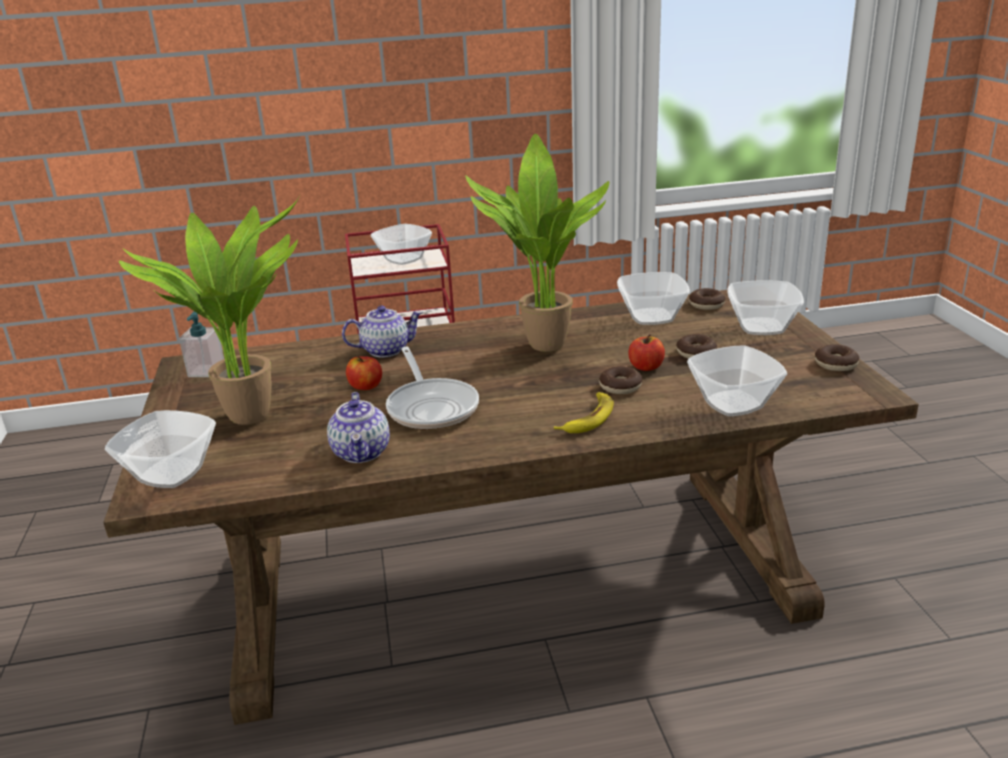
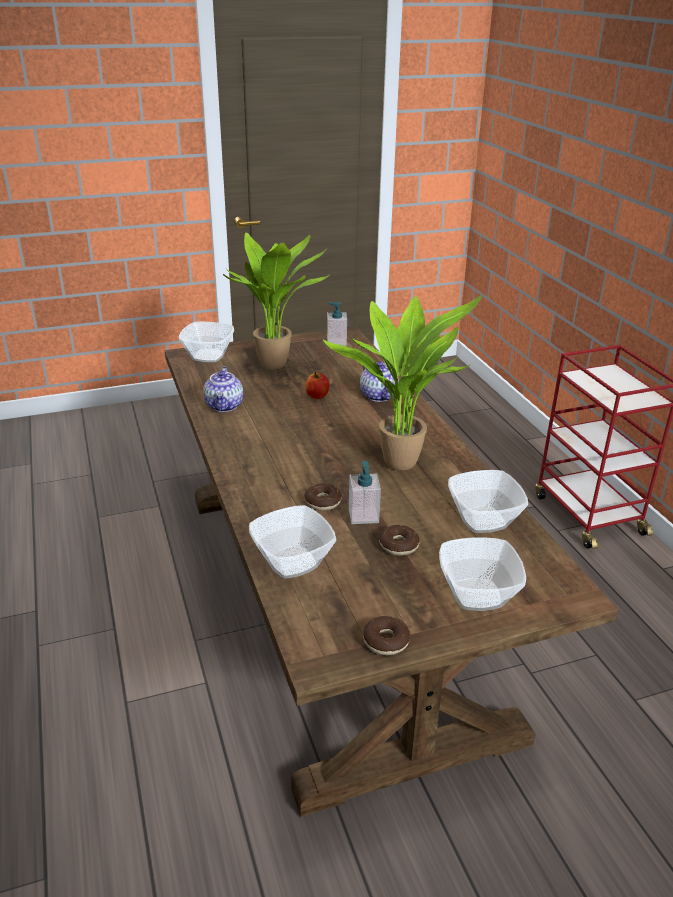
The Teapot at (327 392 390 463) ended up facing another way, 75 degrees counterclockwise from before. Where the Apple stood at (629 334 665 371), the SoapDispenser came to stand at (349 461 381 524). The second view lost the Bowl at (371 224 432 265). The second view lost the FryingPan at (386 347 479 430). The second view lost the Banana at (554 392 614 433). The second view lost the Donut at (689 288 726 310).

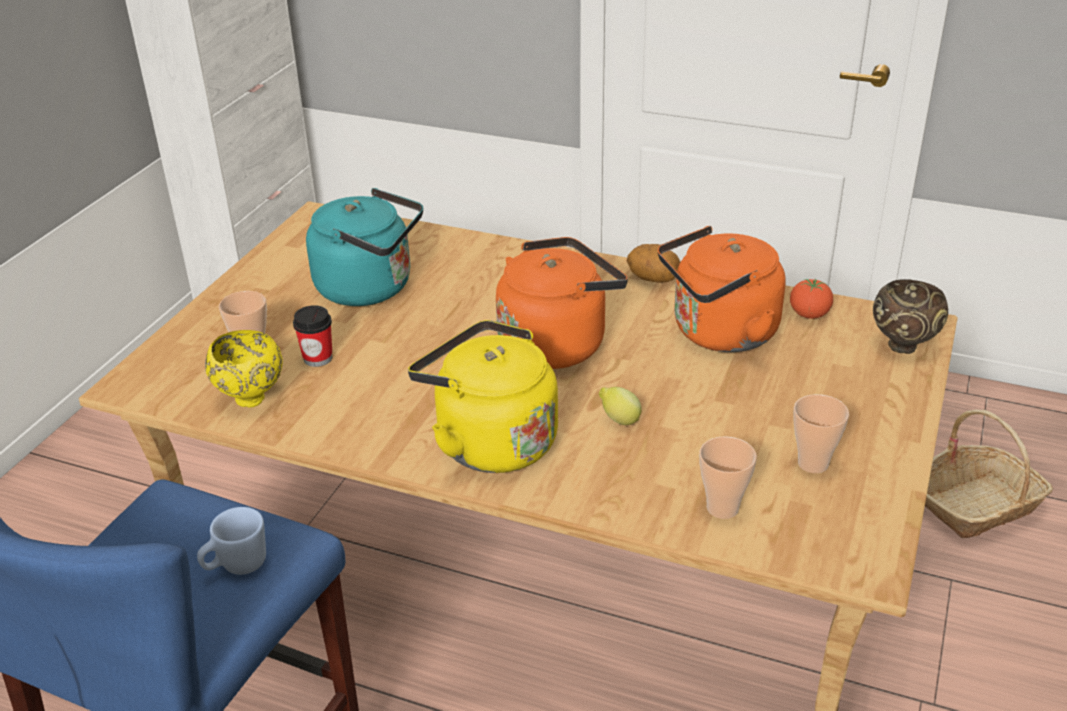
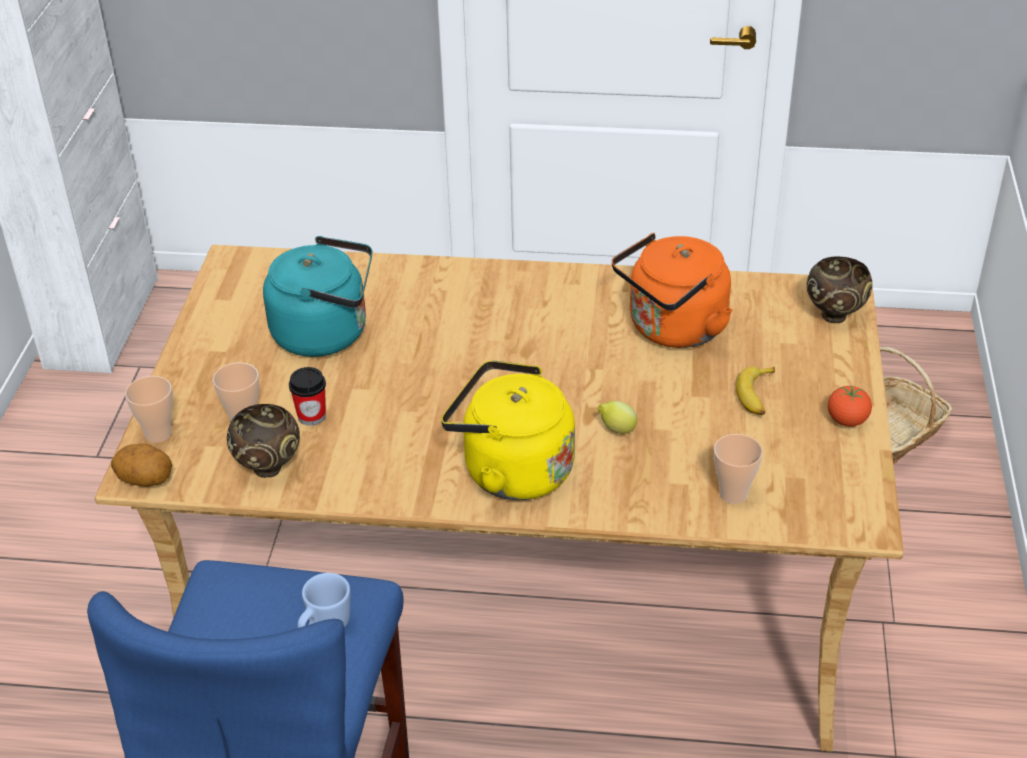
The Potato ended up elsewhere, having gone from (627 244 680 283) to (111 443 172 486). The Cup ended up elsewhere, having gone from (793 394 849 473) to (125 376 173 443). What was the YellowBowl at (205 330 283 407) turned into the BrownBowl at (227 404 300 478). The second view gained the Banana at (736 366 775 415). The Tomato ended up elsewhere, having gone from (790 279 833 319) to (828 386 872 427). The second view lost the OrangeKettle at (496 237 628 369).

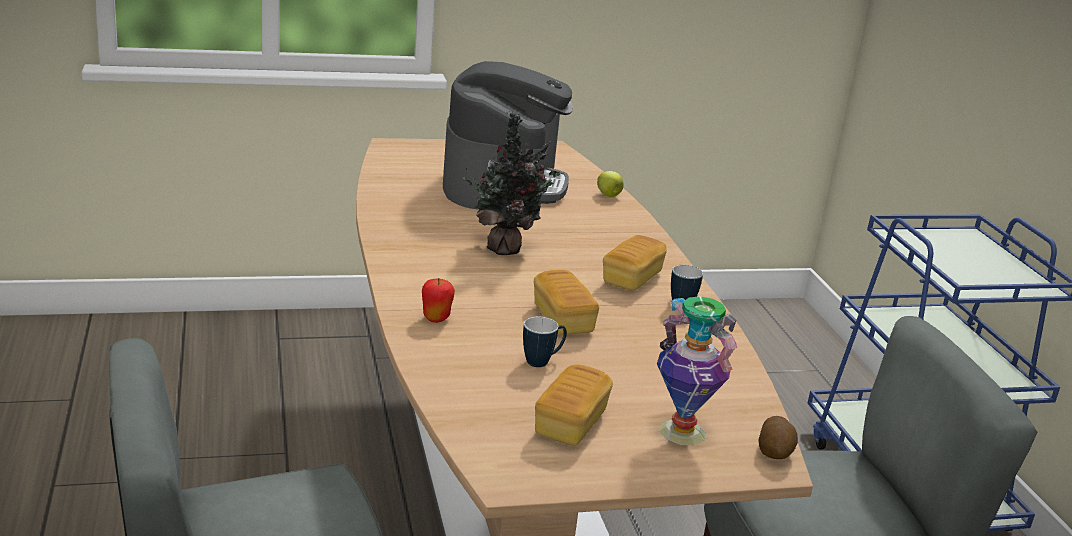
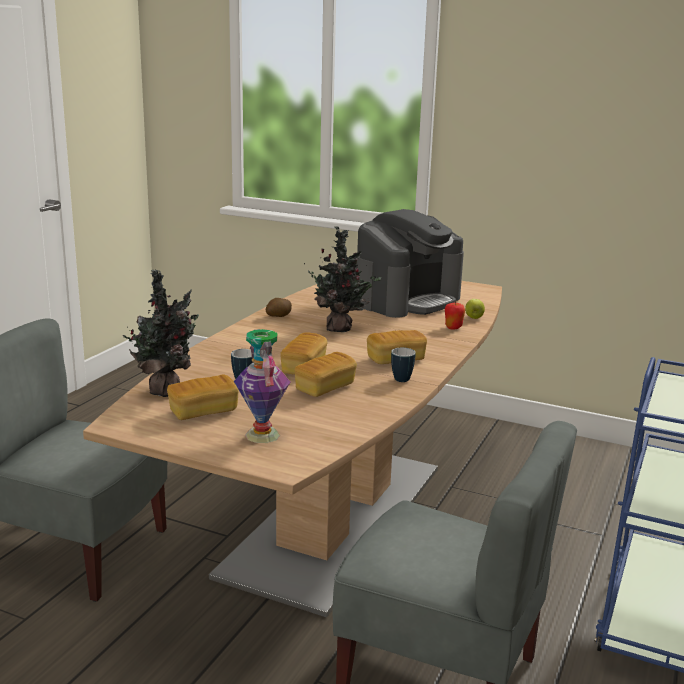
The second view gained the PottedPlant at (123 269 199 397). The Potato ended up elsewhere, having gone from (759 416 798 459) to (266 298 292 317). The second view gained the Bread at (295 352 357 397). The Apple ended up elsewhere, having gone from (422 278 455 323) to (445 301 465 330).

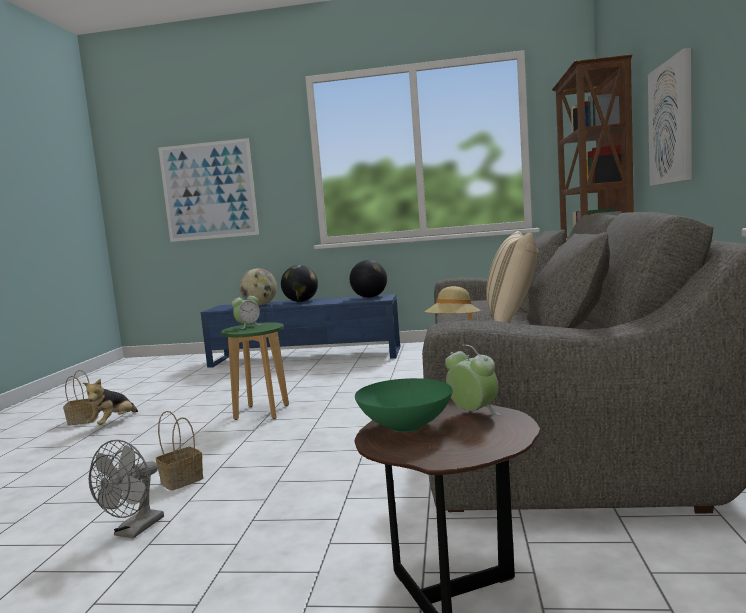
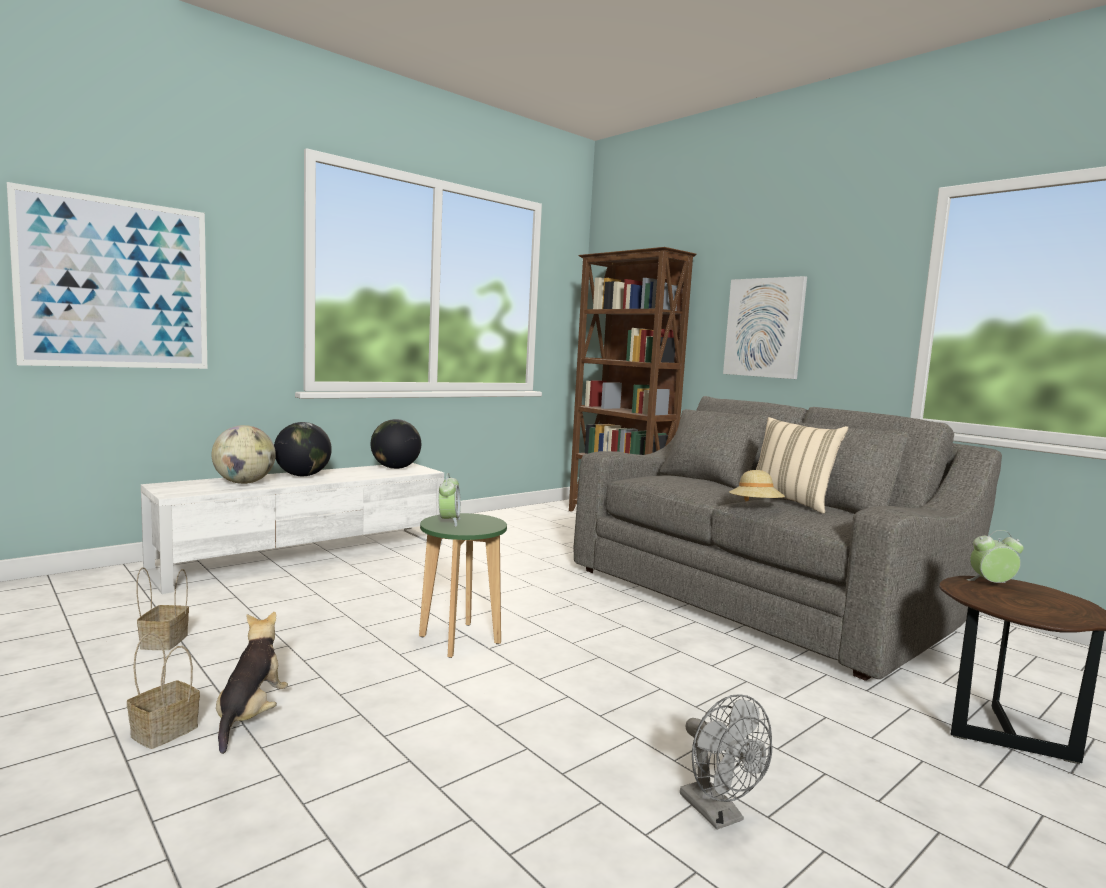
The Basket ended up elsewhere, having gone from (156 411 203 491) to (137 567 189 650). What was the BlueTvStand at (201 294 400 368) turned into the WhiteTvStand at (141 463 444 594). The PlushToy at (83 379 138 425) ended up facing another way, 150 degrees counterclockwise from before. The second view lost the GreenBowl at (355 378 453 432).

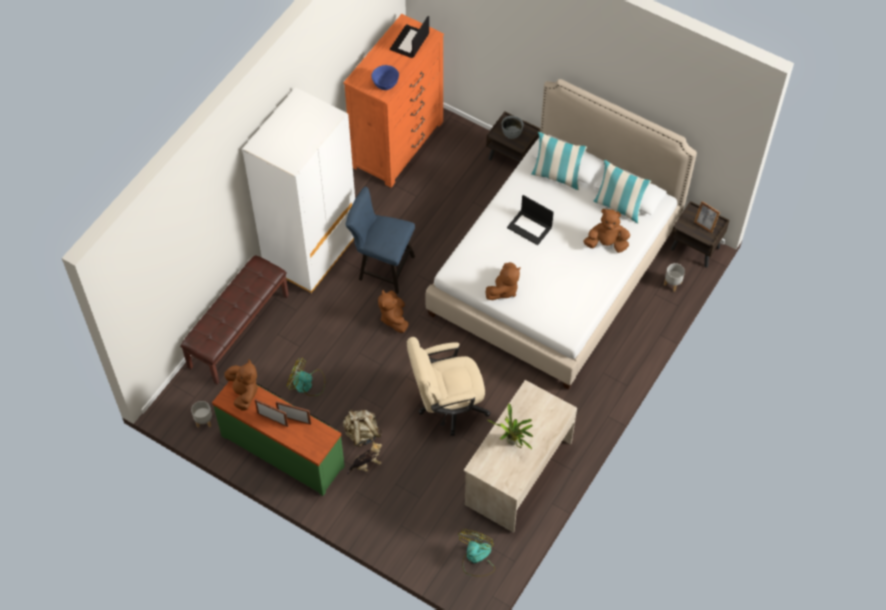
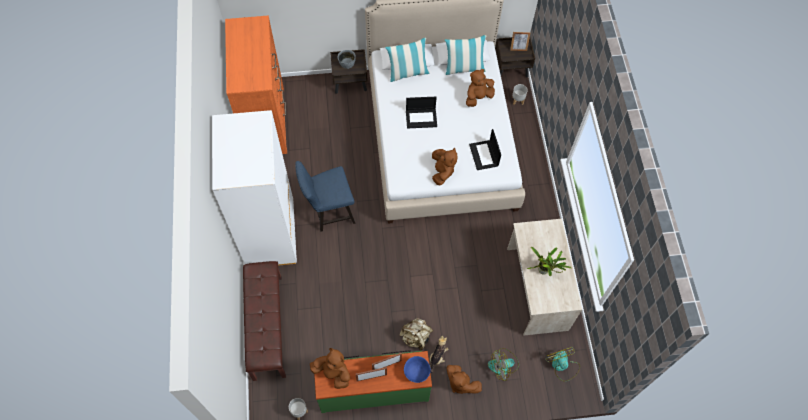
The BlueBowl ended up elsewhere, having gone from (372 65 399 90) to (404 356 431 383). The BrownPlushToy ended up elsewhere, having gone from (378 290 409 333) to (446 365 482 394). The Laptop ended up elsewhere, having gone from (390 16 429 58) to (469 129 501 170). The Fan ended up elsewhere, having gone from (287 358 325 396) to (488 348 519 381). The second view lost the BeigeOfficeChair at (407 337 491 436).

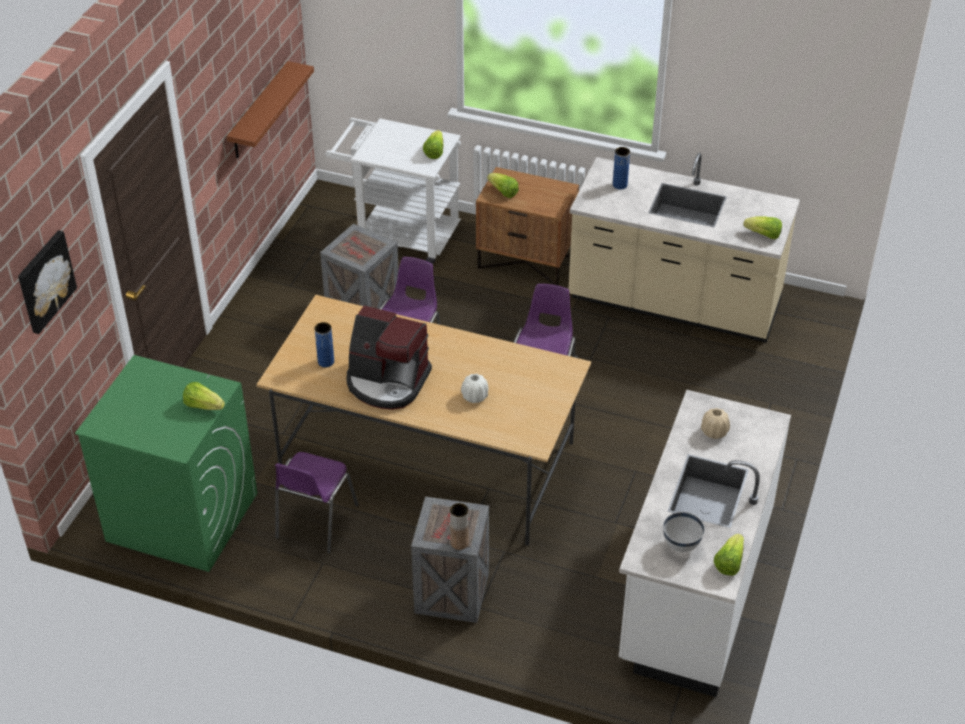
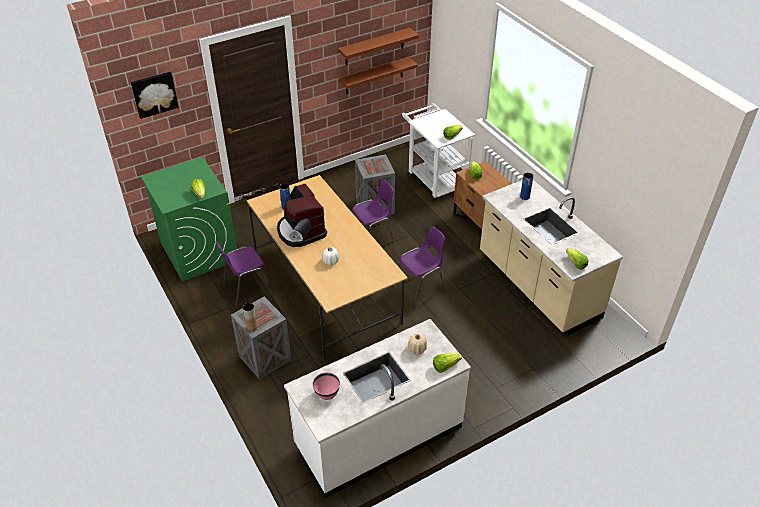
What was the WhiteBowl at (663 512 705 552) turned into the PinkBowl at (313 372 340 400). The second view gained the BrownShelf at (338 28 419 65). The Lettuce ended up elsewhere, having gone from (714 534 744 576) to (433 353 462 373).

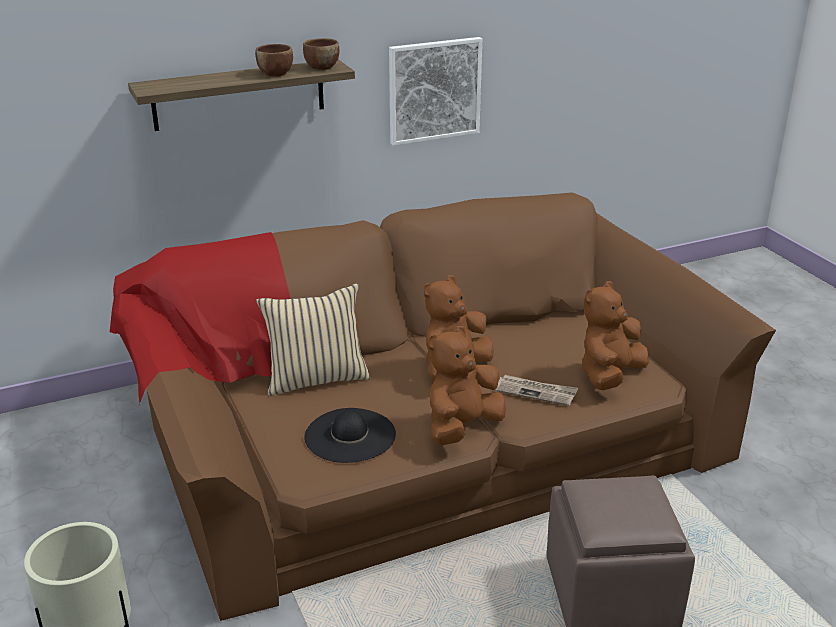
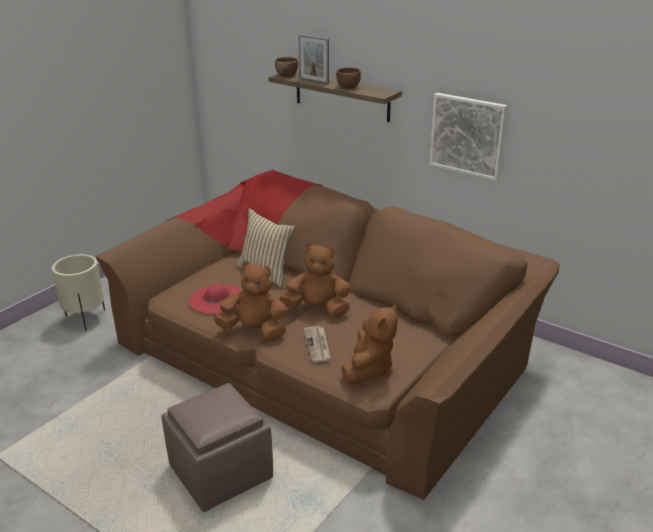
What was the BlackHat at (304 408 396 463) turned into the RedHat at (189 284 242 314). The BrownBowl ended up elsewhere, having gone from (303 38 339 70) to (275 57 298 77). The second view gained the PictureFrame at (298 34 329 84). The BrownPlushToy at (582 281 649 390) ended up facing another way, 105 degrees clockwise from before.

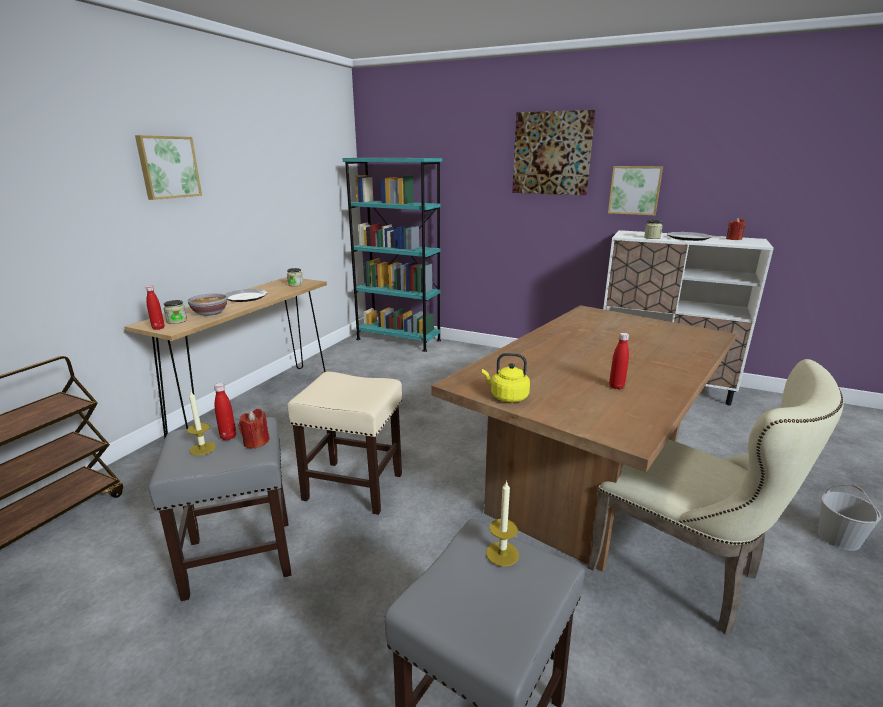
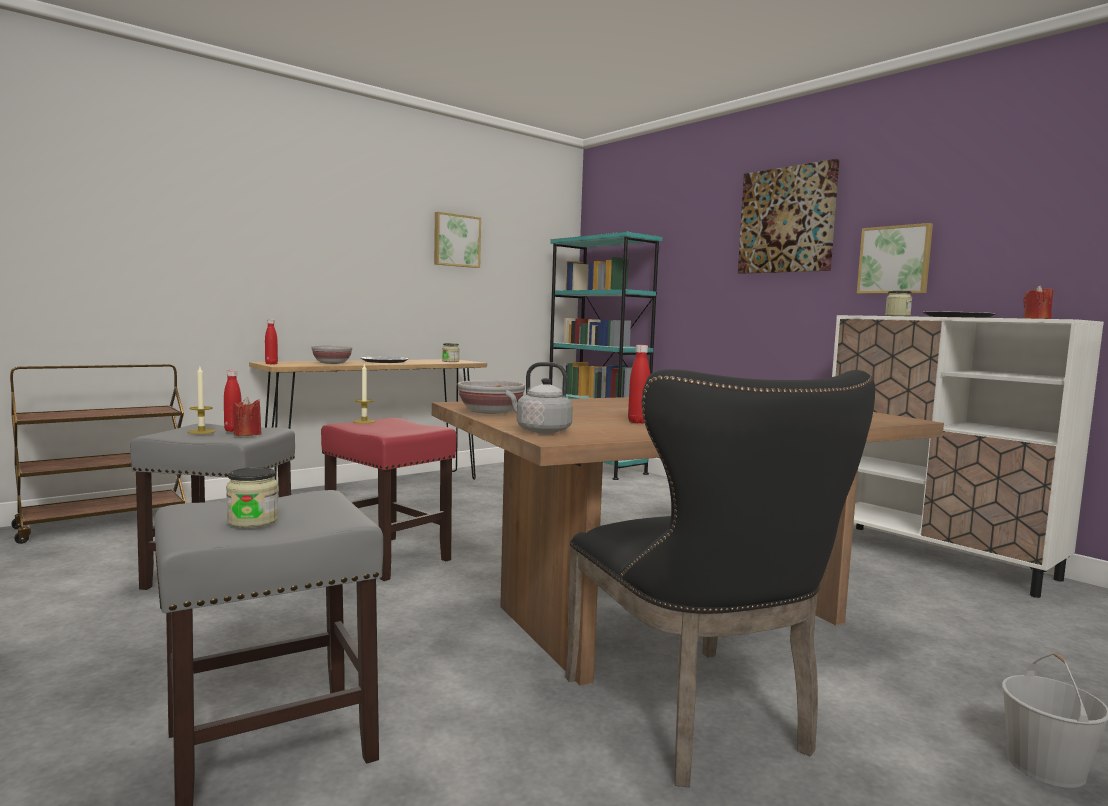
The Jar ended up elsewhere, having gone from (164 300 187 324) to (226 467 279 528). What was the BeigeStool at (287 372 402 515) turned into the RedStool at (321 418 457 581). The Candle ended up elsewhere, having gone from (486 481 519 567) to (353 363 376 423). The Picture ended up elsewhere, having gone from (135 135 202 200) to (434 212 481 268). Where the YellowKettle stood at (482 353 530 402), the Bowl came to stand at (458 380 525 414). The second view gained the GreyKettle at (506 362 573 433). What was the BeigeChair at (587 359 844 635) turned into the BlackChair at (565 369 875 787).

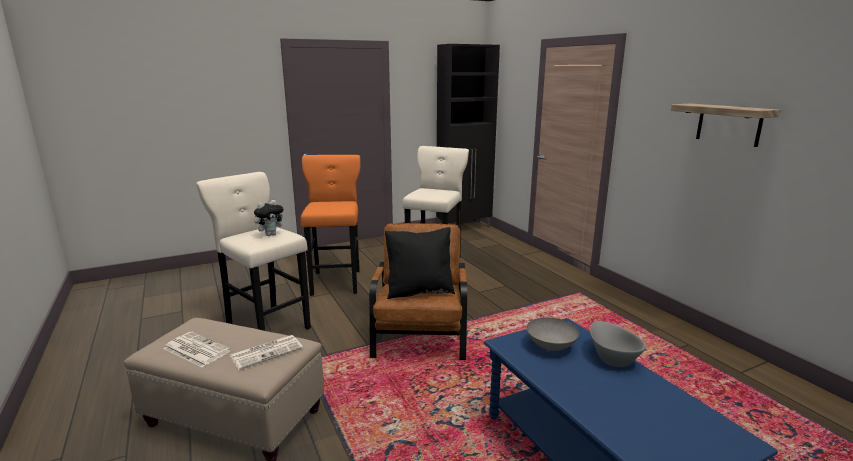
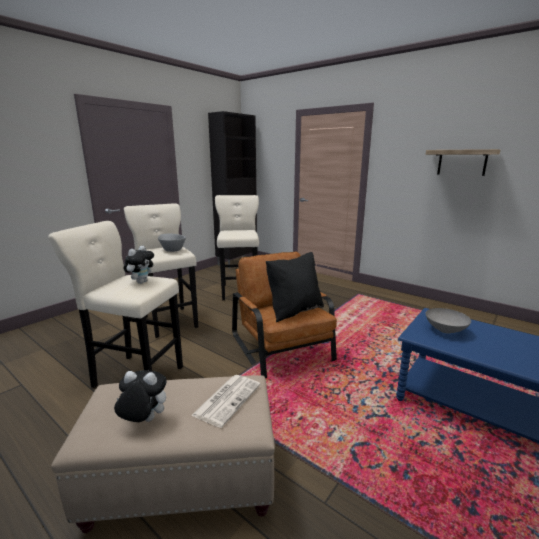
Where the Newspaper stood at (163 332 231 367), the PlushToy came to stand at (114 370 167 422). What was the OrangeStool at (301 155 361 296) turned into the BeigeStool at (124 203 198 338). The GreyBowl ended up elsewhere, having gone from (590 321 646 367) to (158 234 186 252).

